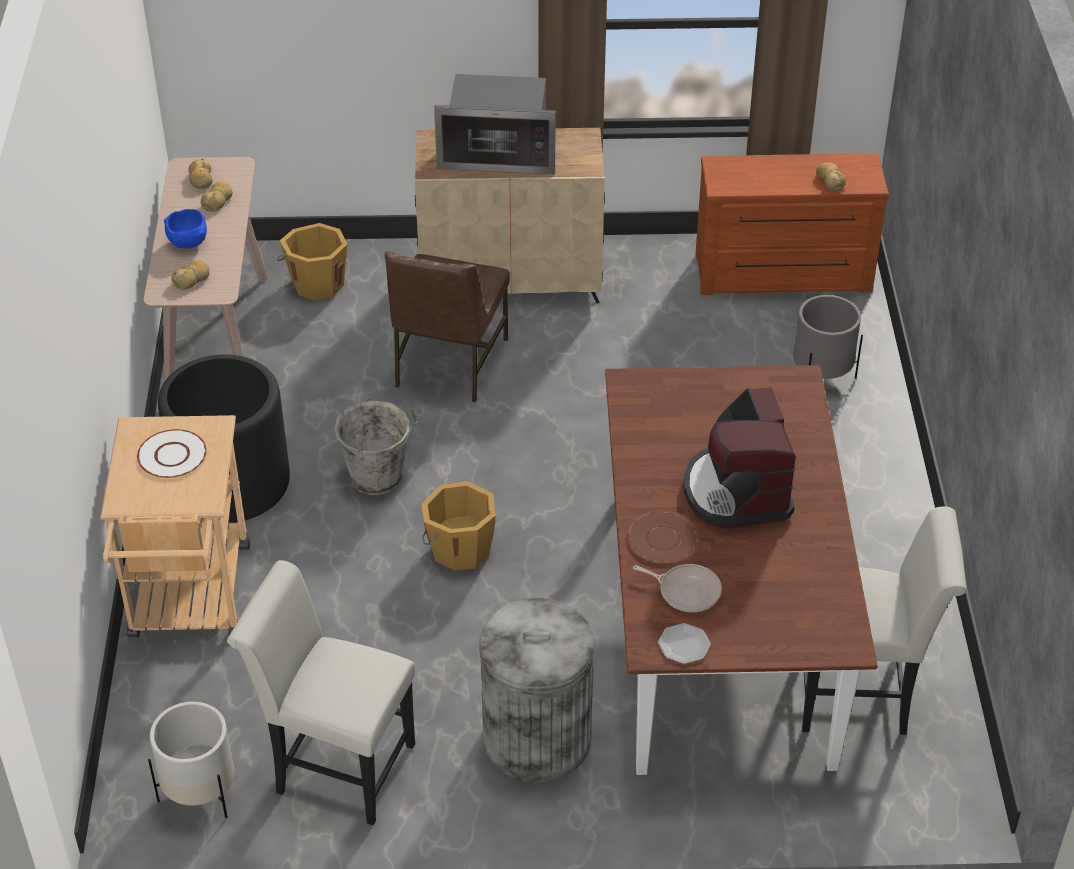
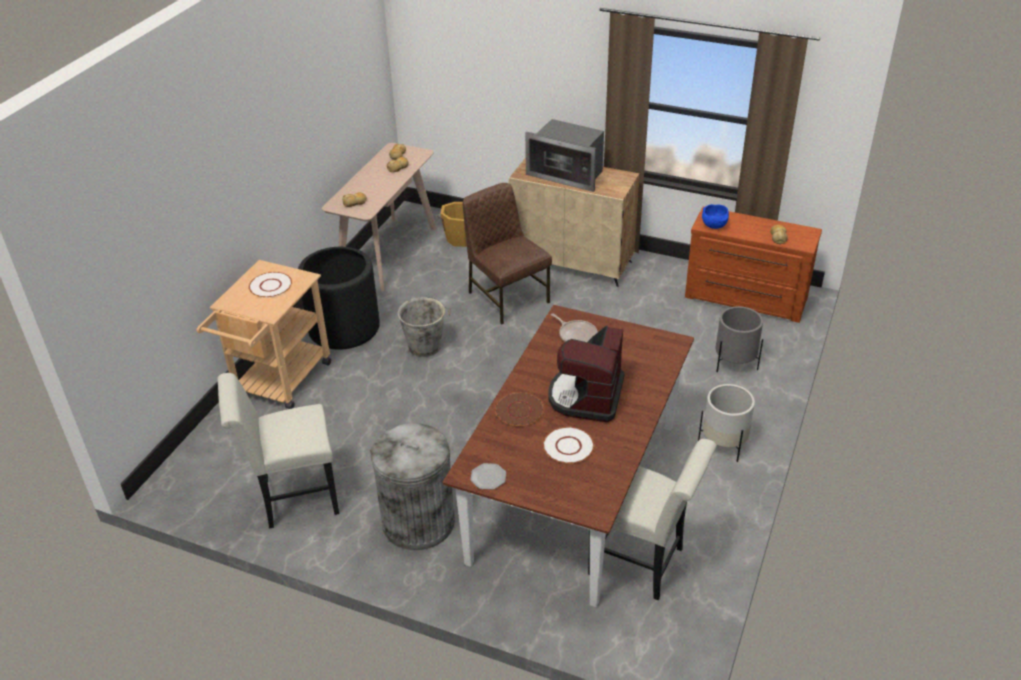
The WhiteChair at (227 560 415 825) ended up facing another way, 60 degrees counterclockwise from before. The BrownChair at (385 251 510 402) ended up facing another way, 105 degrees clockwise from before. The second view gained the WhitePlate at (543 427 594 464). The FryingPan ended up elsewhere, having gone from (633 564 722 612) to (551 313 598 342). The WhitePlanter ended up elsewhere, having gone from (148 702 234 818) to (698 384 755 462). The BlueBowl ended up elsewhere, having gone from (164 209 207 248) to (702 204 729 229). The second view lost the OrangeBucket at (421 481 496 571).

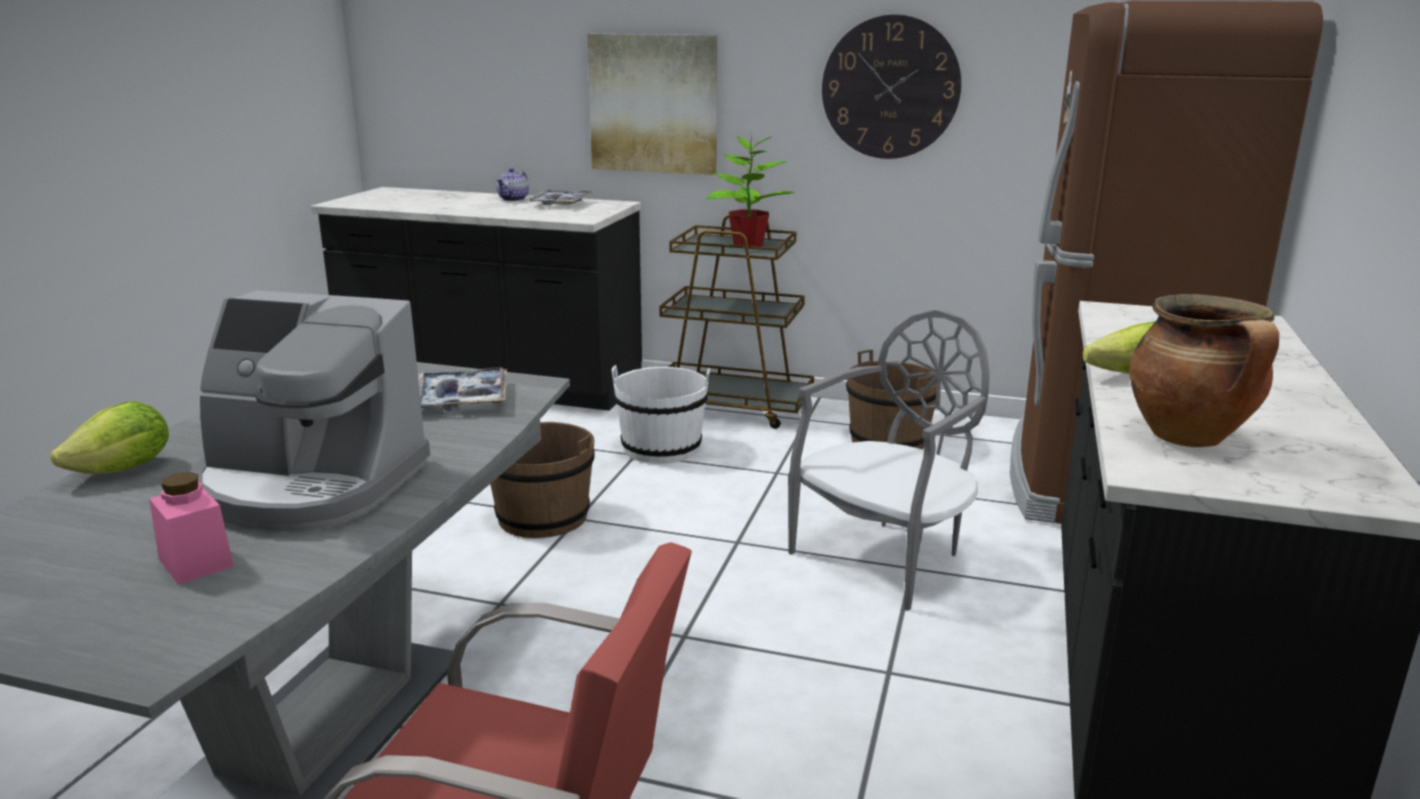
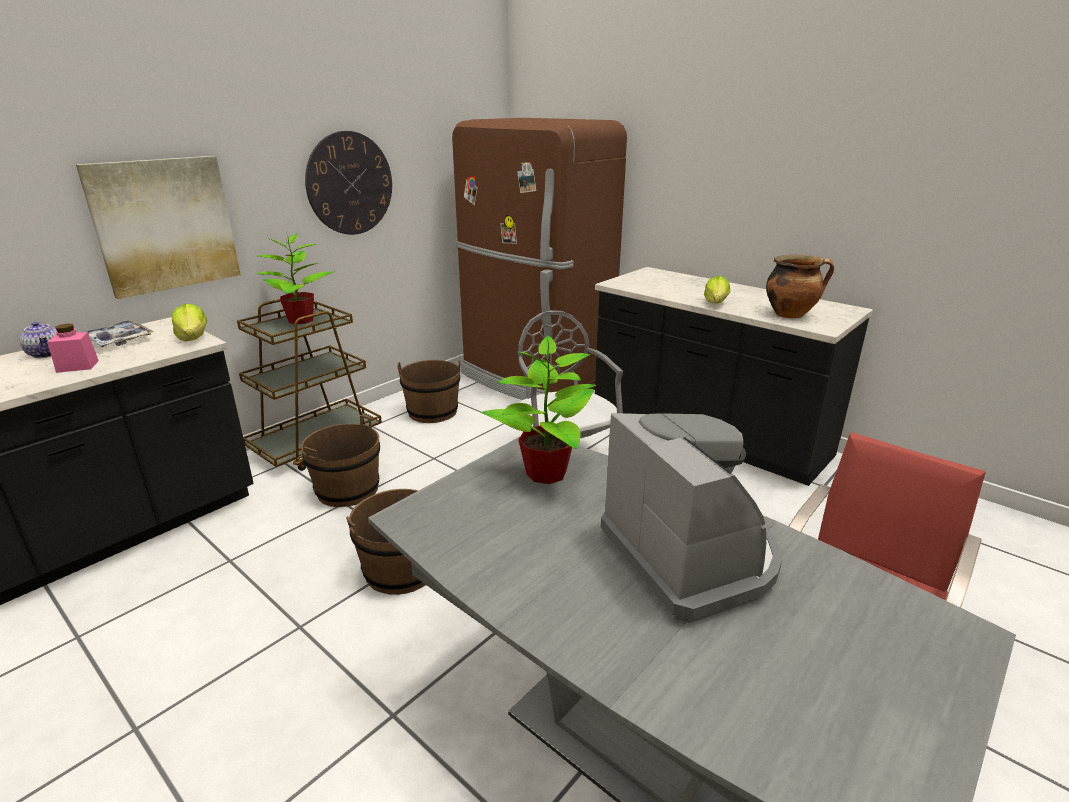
The PinkJar ended up elsewhere, having gone from (149 472 234 584) to (47 324 99 373). The Lettuce ended up elsewhere, having gone from (50 401 169 474) to (172 304 207 341). What was the WhiteBucket at (611 365 710 464) turned into the BrownBucket at (301 415 380 507). Where the Tray stood at (418 368 507 411), the PottedPlant came to stand at (482 336 596 484). The CoffeeMachine at (190 290 430 531) ended up facing another way, 60 degrees counterclockwise from before.

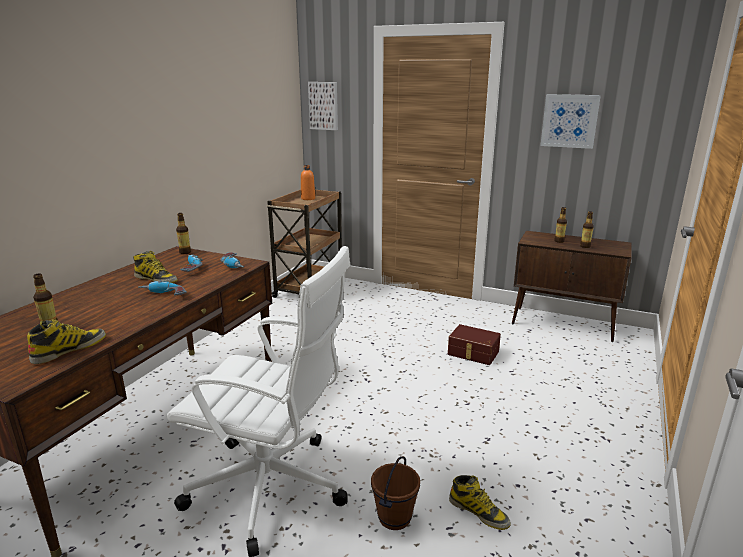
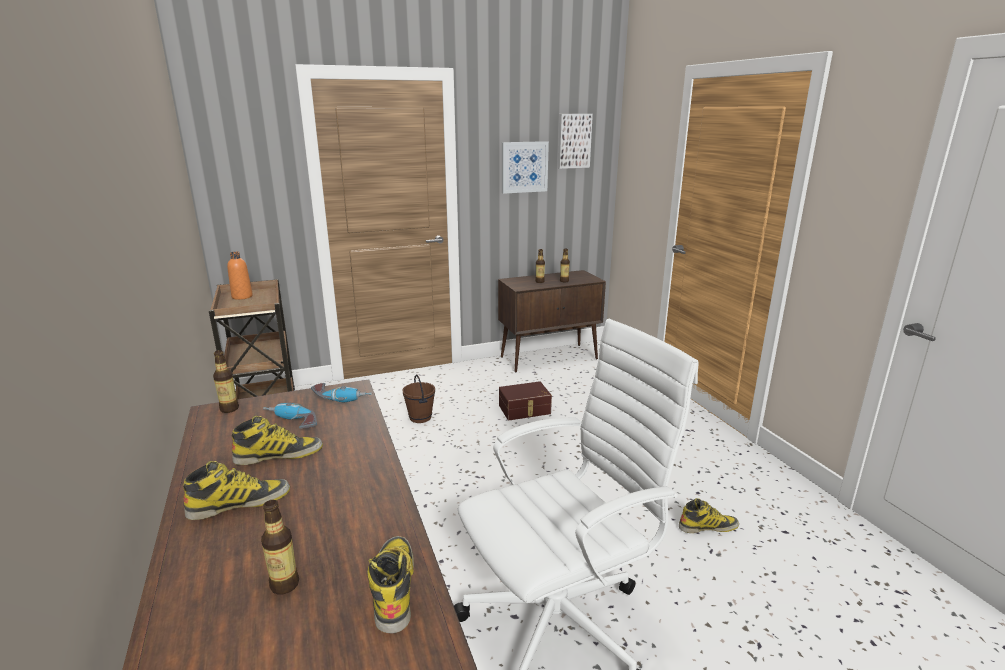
The second view gained the Boot at (183 461 290 520). The BrownBucket ended up elsewhere, having gone from (371 456 420 530) to (402 375 435 423). The Picture ended up elsewhere, having gone from (308 82 338 130) to (558 114 593 169). The second view lost the PowerDrill at (138 280 187 296).

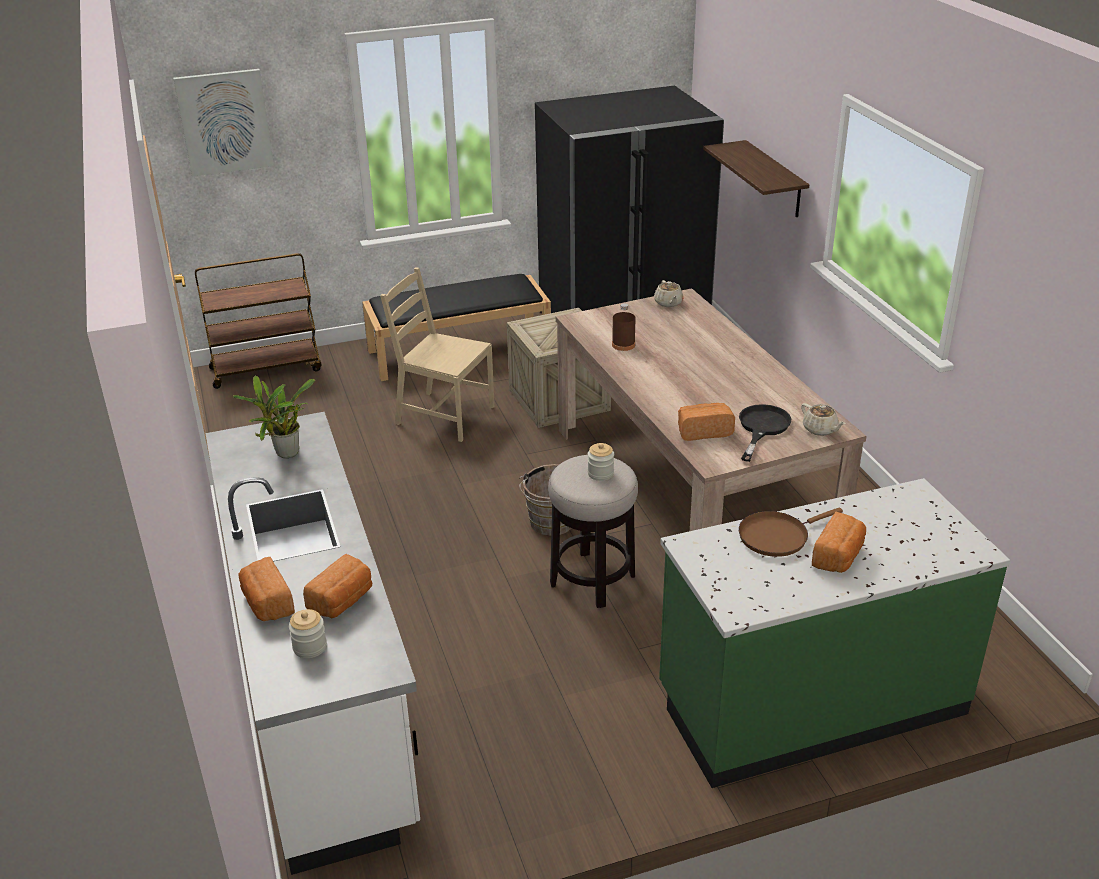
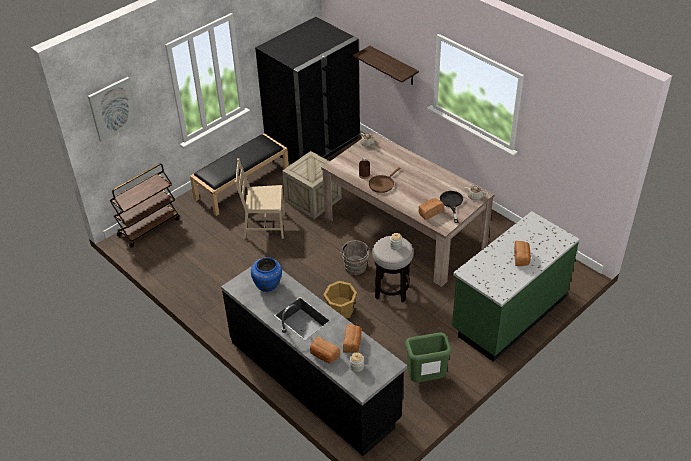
What was the WhiteCounter at (205 412 420 875) turned into the BlackCounter at (221 266 407 456). Where the PottedPlant stood at (233 376 315 458), the BlueVase came to stand at (251 257 282 292). The second view gained the OrangeBucket at (323 281 359 319). The BrownFryingPan ended up elsewhere, having gone from (739 507 843 557) to (369 167 400 193). The second view gained the GreenTrashCan at (405 332 452 382).

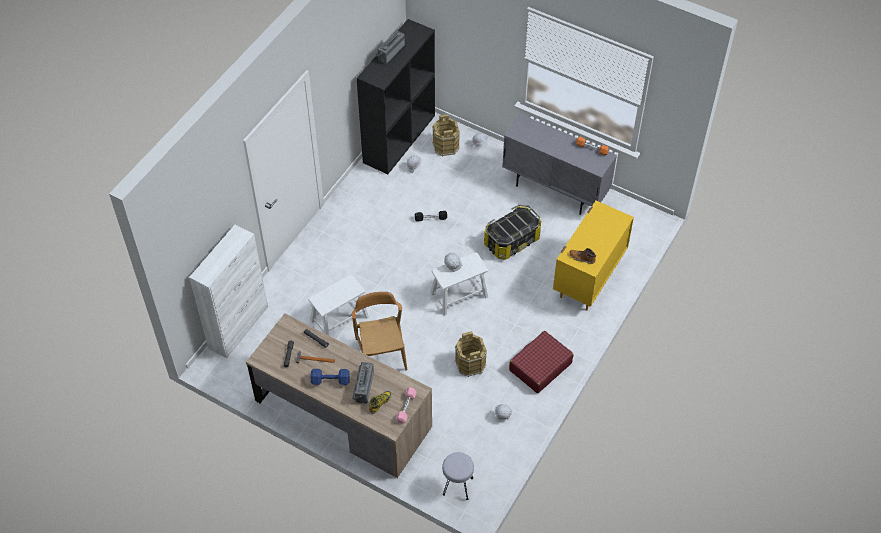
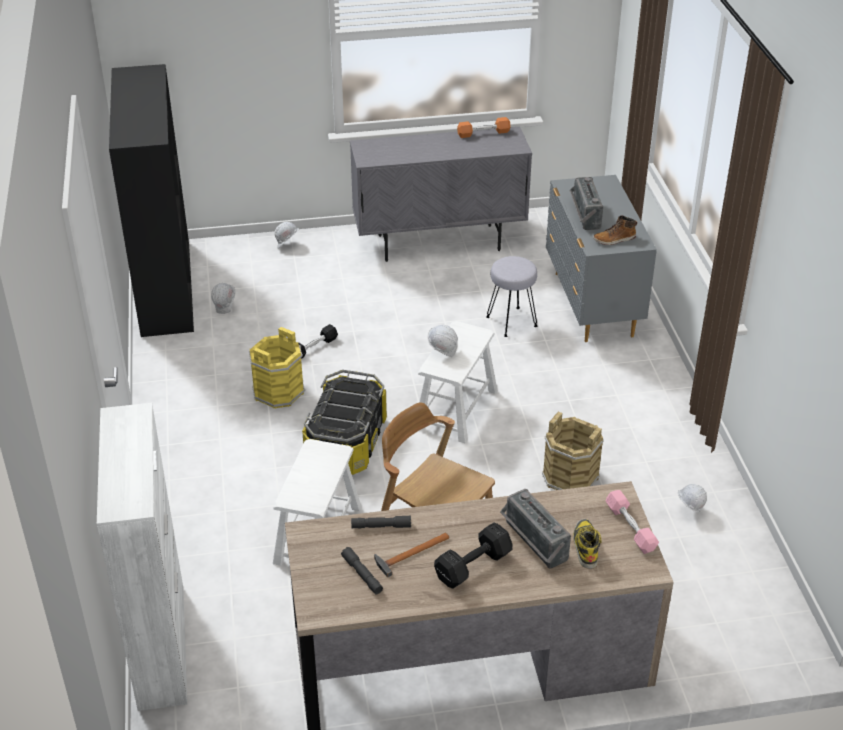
The second view gained the YellowBucket at (249 327 305 409). The StorageBox ended up elsewhere, having gone from (484 205 541 260) to (302 370 387 475). What was the BlueDumbbell at (311 369 350 385) turned into the BlackDumbbell at (434 522 513 589). The GreyStool ended up elsewhere, having gone from (442 452 474 500) to (486 256 538 337). What was the YellowDresser at (553 201 634 310) turned into the GreyDresser at (546 175 657 342). The Radio ended up elsewhere, having gone from (375 31 405 64) to (569 177 603 230). The second view lost the BrownBucket at (432 114 460 156). The second view lost the RedSuitcase at (509 331 573 393).

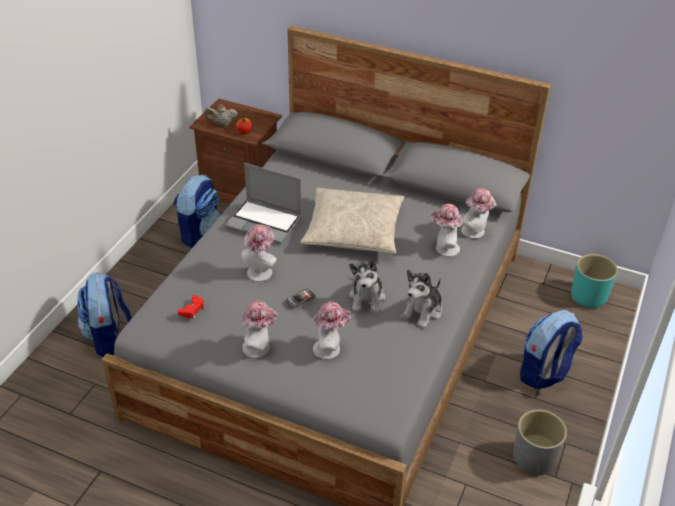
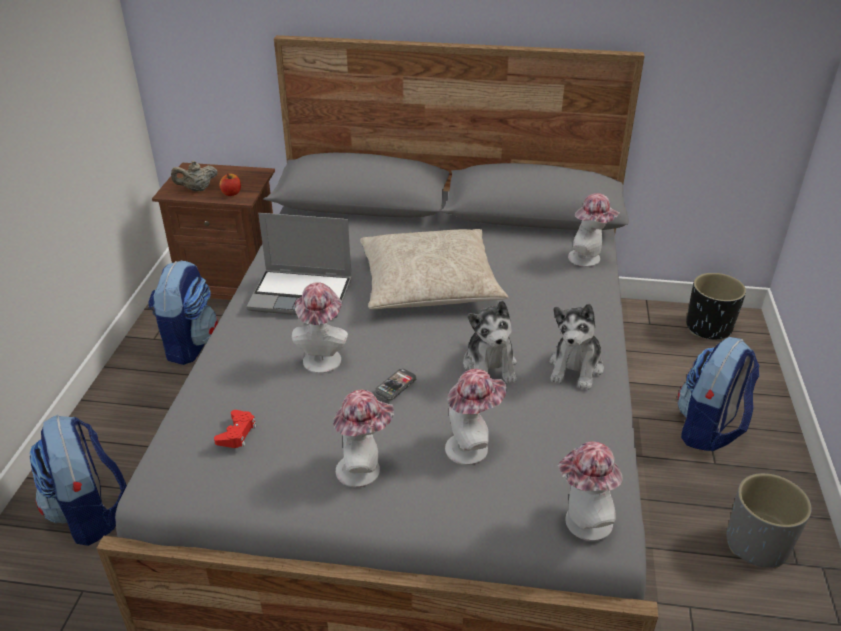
The Hat ended up elsewhere, having gone from (431 204 463 257) to (558 442 623 541). What was the TurquoisePlanter at (571 254 618 309) turned into the BlackPlanter at (686 273 746 340).

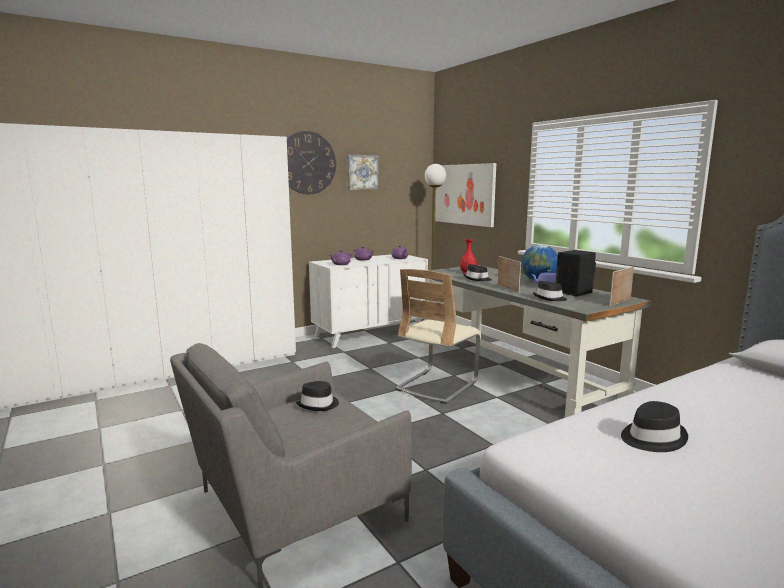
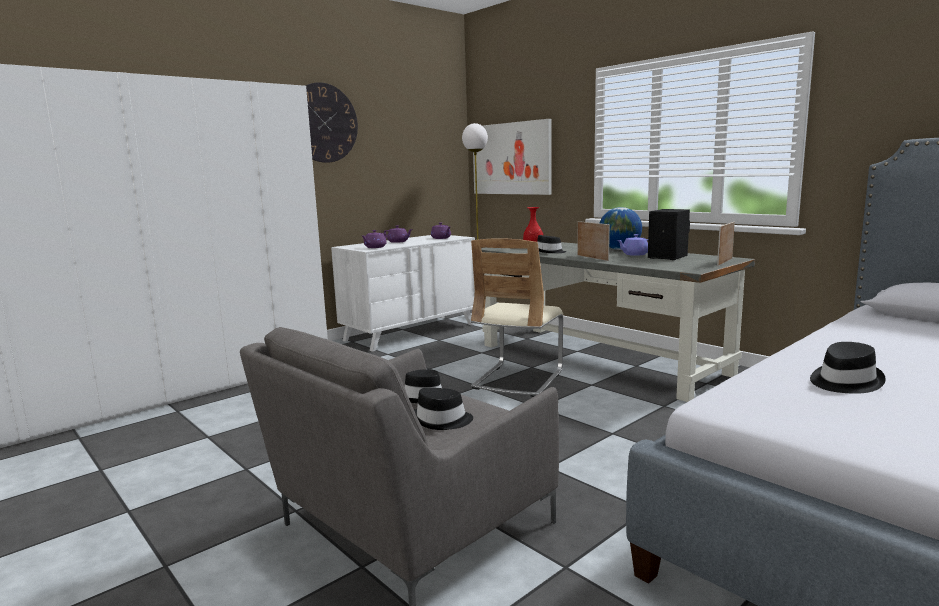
The BlackHat ended up elsewhere, having gone from (533 281 567 301) to (414 388 473 430). The second view lost the Picture at (347 155 379 190).

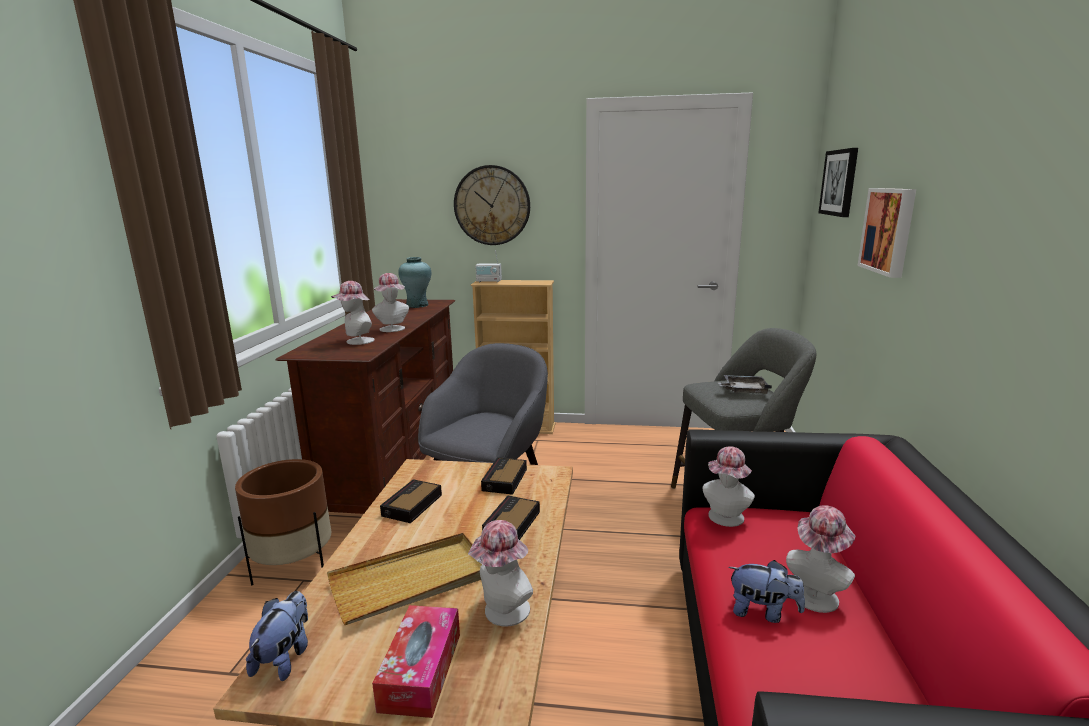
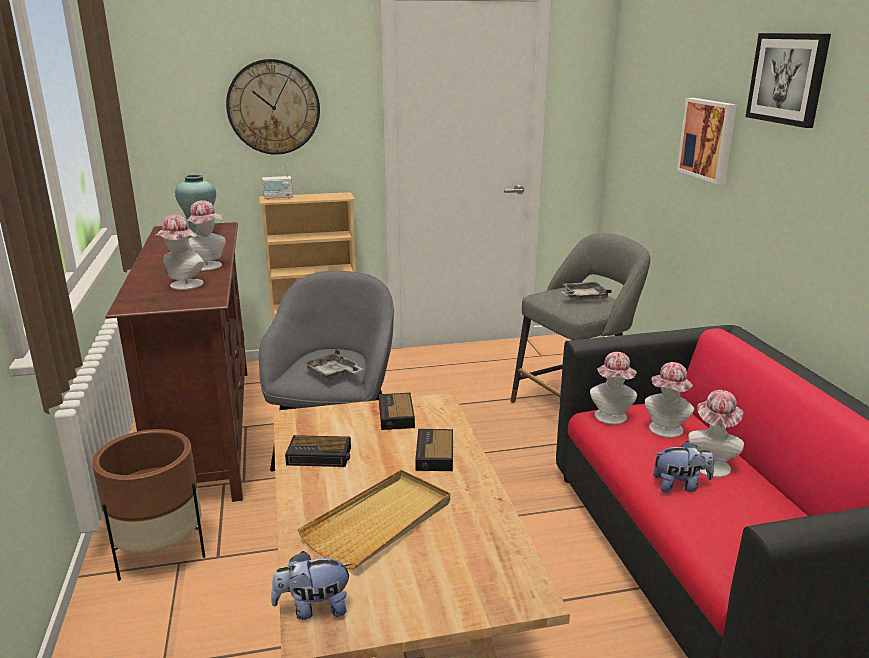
The PlushToy at (246 591 308 681) ended up facing another way, 90 degrees counterclockwise from before. The AlarmClock at (380 479 442 523) ended up facing another way, 90 degrees counterclockwise from before. The second view gained the GreyTray at (304 349 363 380). The Hat ended up elsewhere, having gone from (468 520 533 627) to (645 362 694 438). The Picture ended up elsewhere, having gone from (818 148 858 217) to (745 33 831 128). The second view lost the TissueBox at (372 605 460 718).

